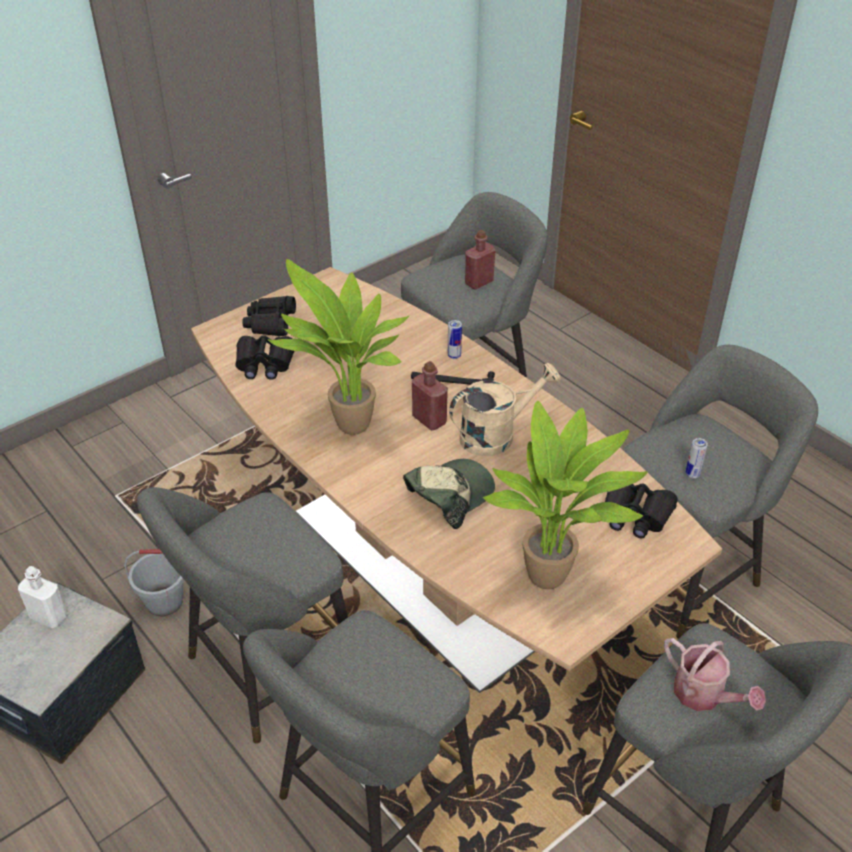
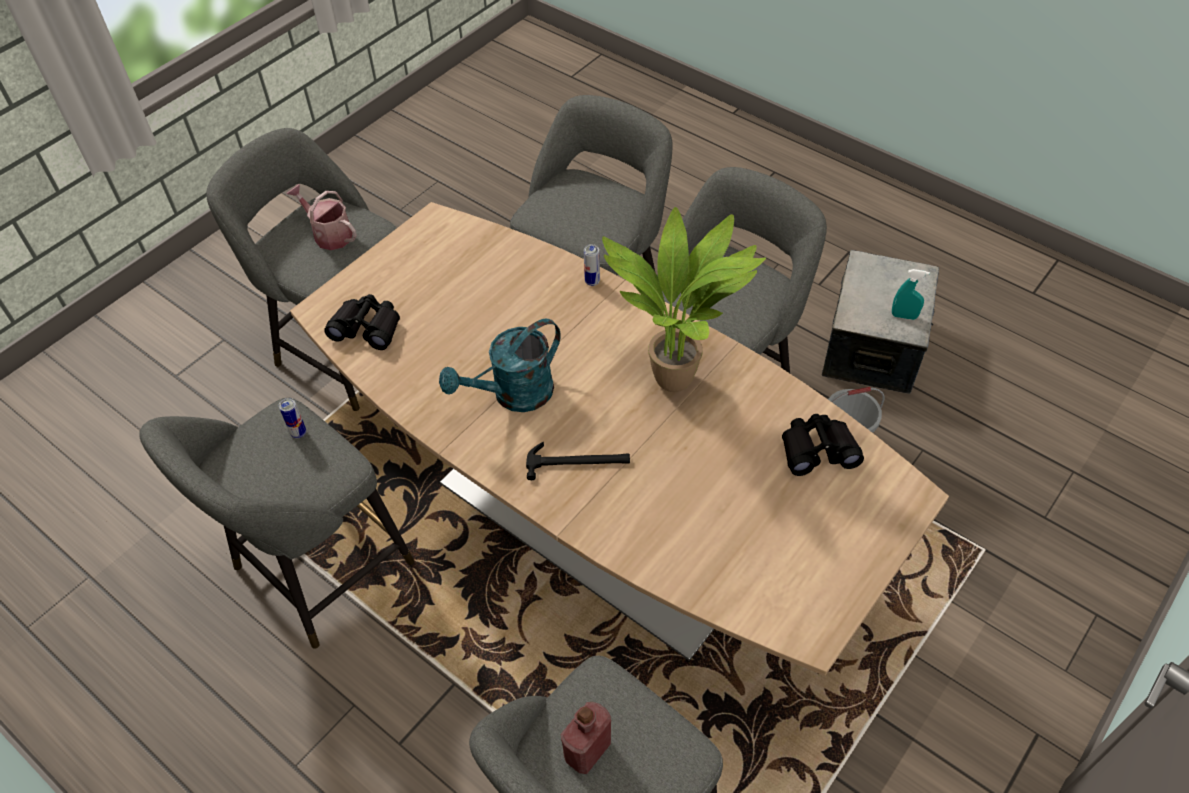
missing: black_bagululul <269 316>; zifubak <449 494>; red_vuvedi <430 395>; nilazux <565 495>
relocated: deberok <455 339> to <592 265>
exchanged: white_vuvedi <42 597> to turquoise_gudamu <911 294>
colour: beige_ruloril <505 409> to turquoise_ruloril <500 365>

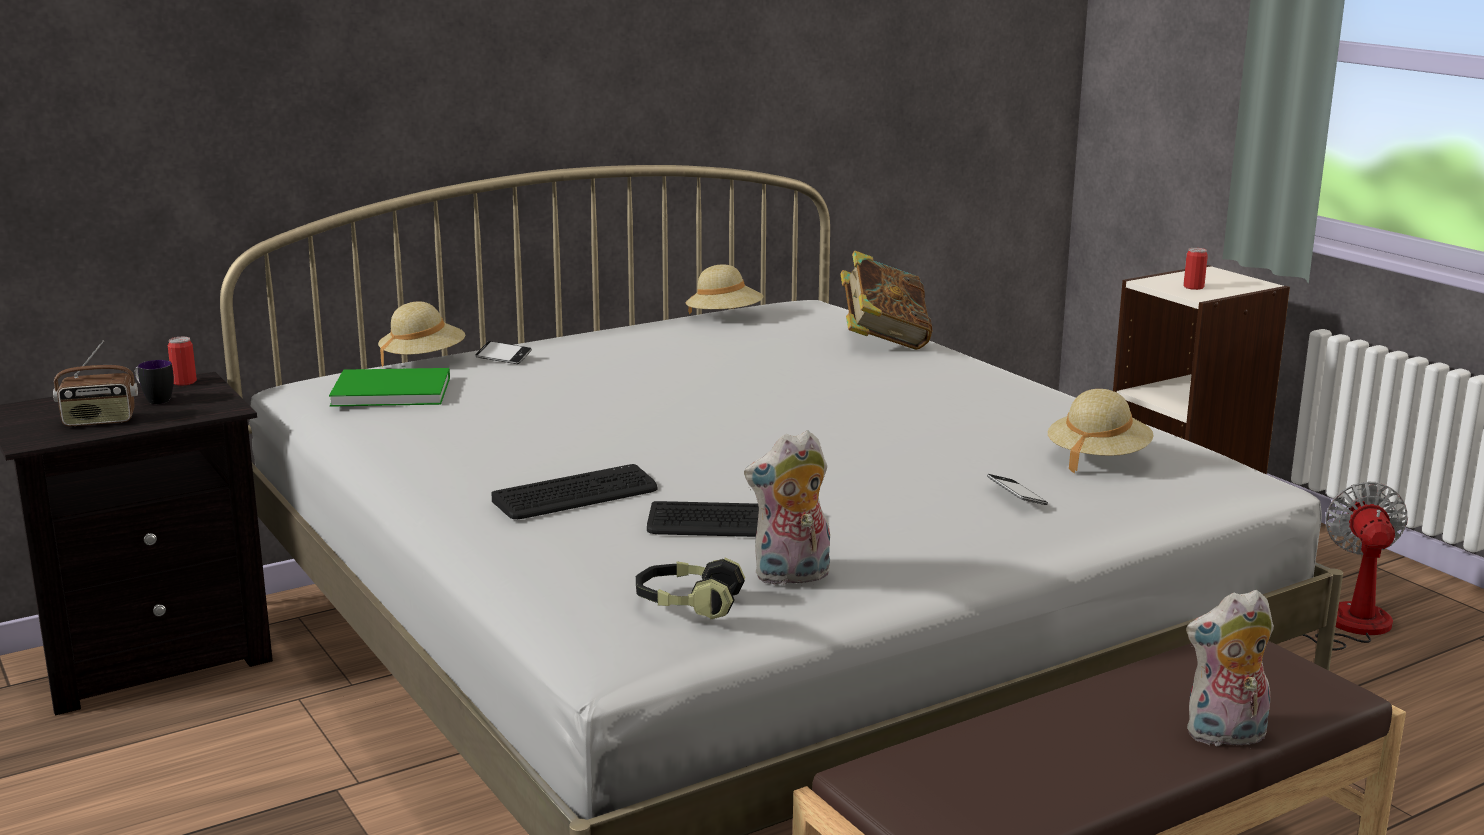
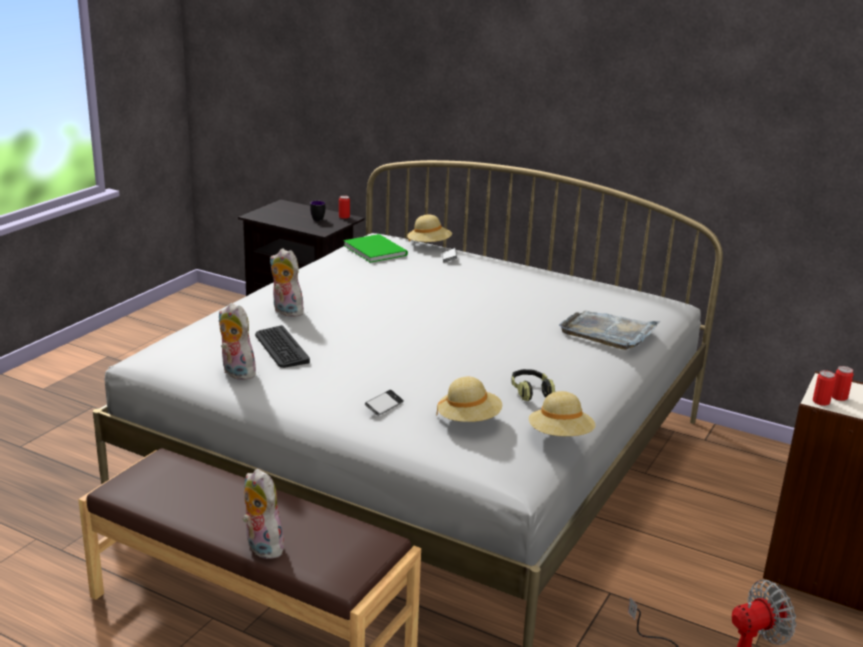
missing: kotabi <95 383>
appeared: deberok <824 388>
relocated: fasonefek <690 588> to <533 385>; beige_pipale <725 289> to <562 413>
exchanged: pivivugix <574 491> to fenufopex <287 282>; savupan <886 300> to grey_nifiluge <610 330>

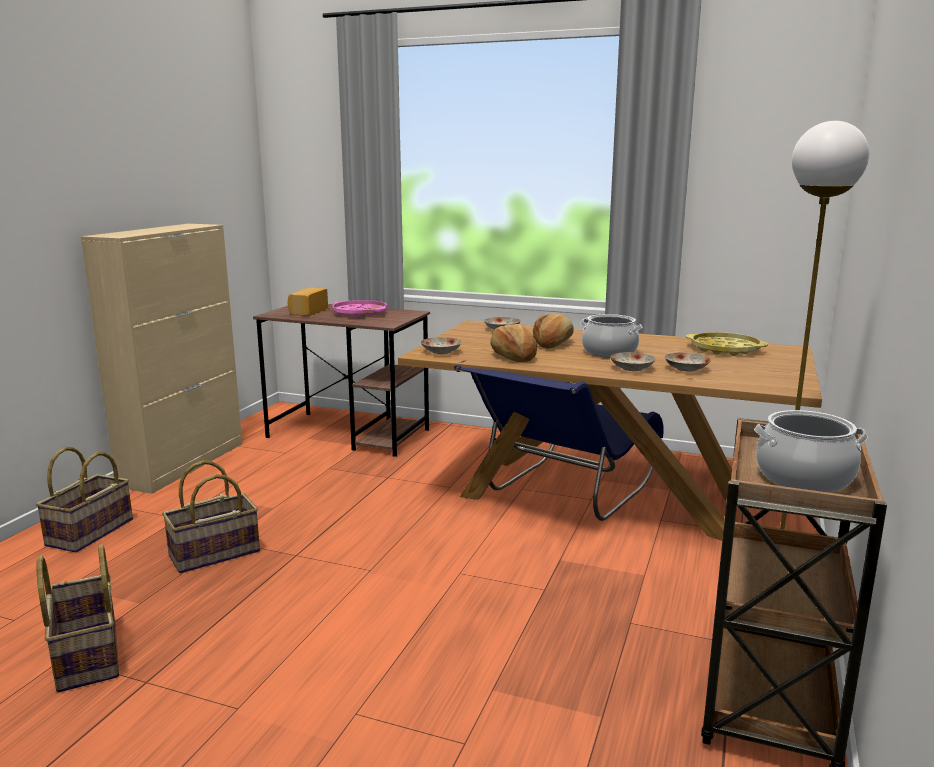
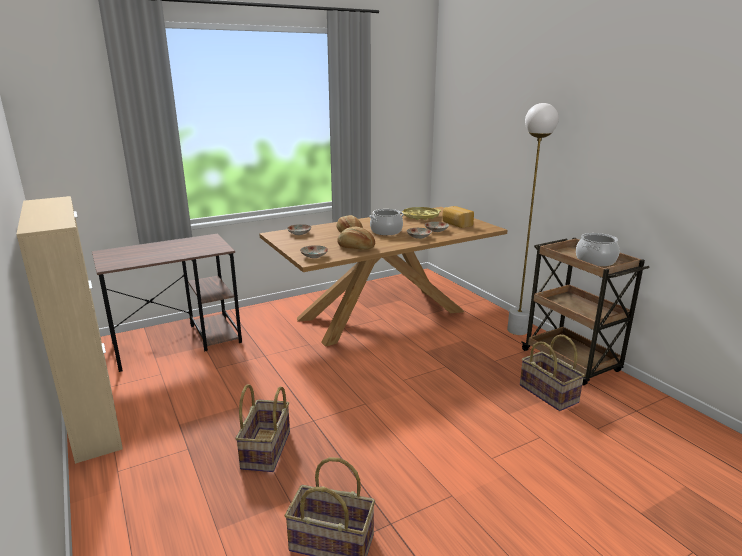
missing: pink_nifiluge <359 309>; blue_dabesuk <559 440>
relocated: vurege <308 301> to <458 217>; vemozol <84 499> to <552 373>

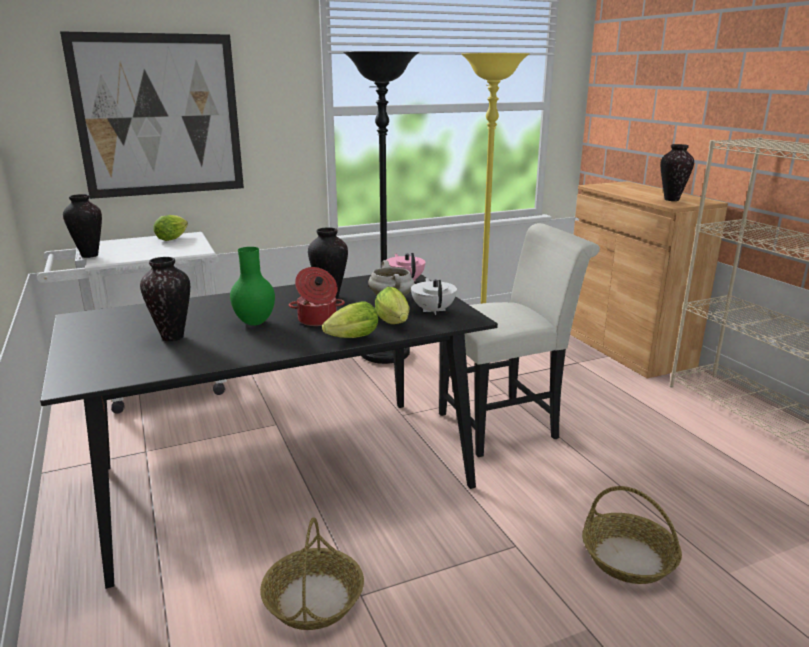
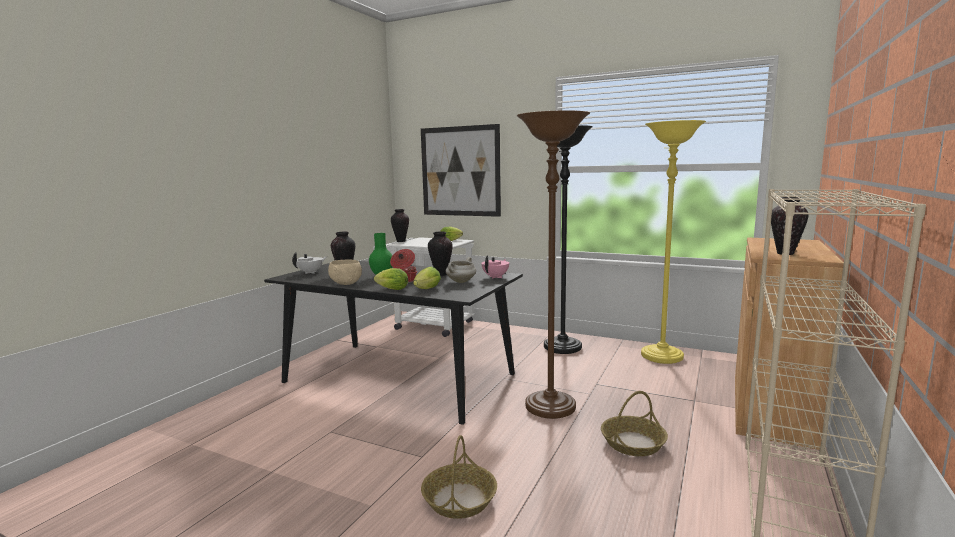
appeared: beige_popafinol <345 272>
relocated: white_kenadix <434 296> to <309 263>; vemozol <312 573> to <634 423>
exchanged: white_dabesuk <519 340> to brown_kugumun <553 264>

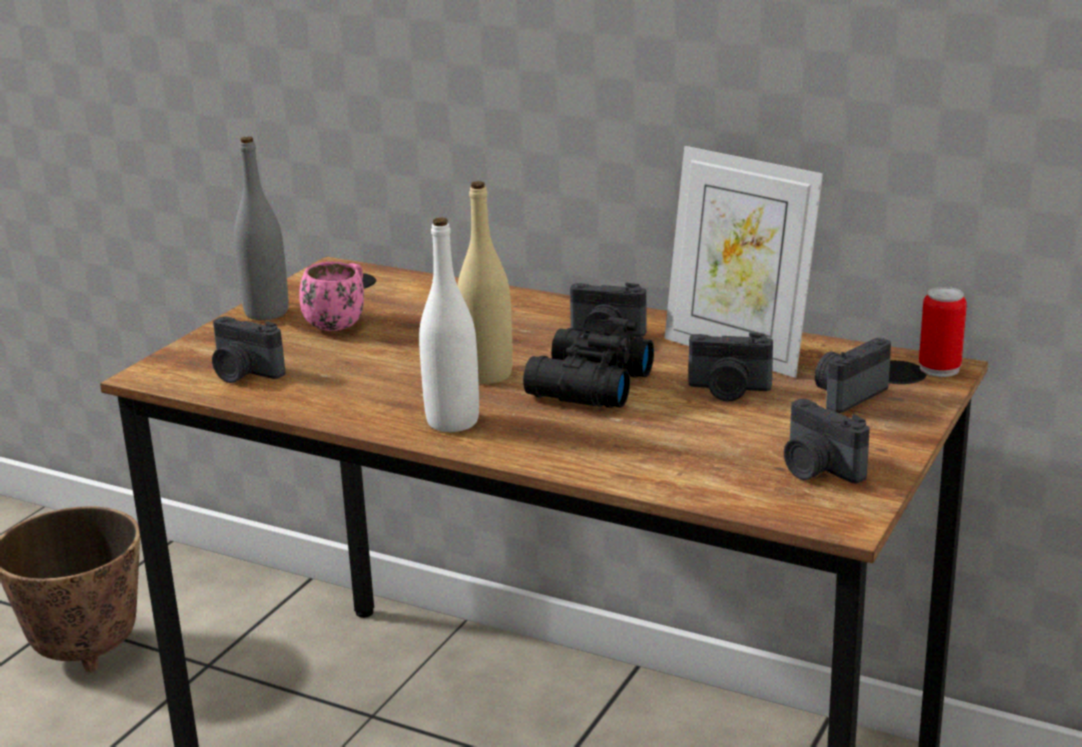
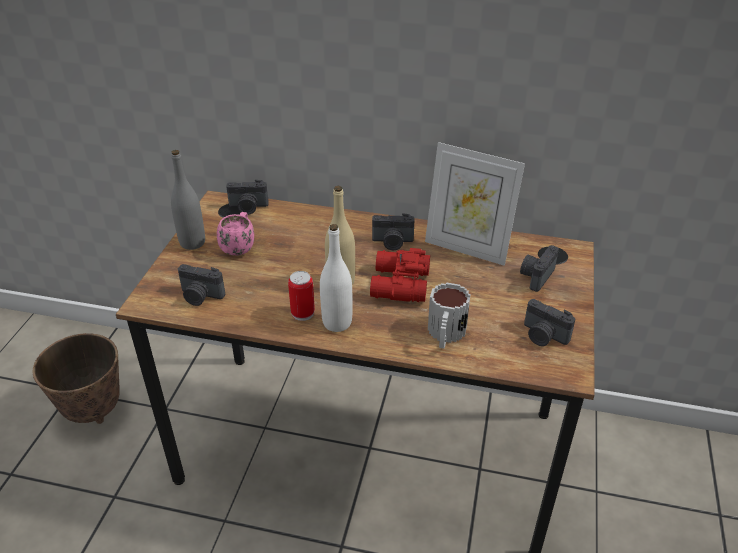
appeared: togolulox <449 315>
relocated: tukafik <730 367> to <247 197>; deberok <943 332> to <301 296>
colour: black_bagululul <588 362> to red_bagululul <400 275>

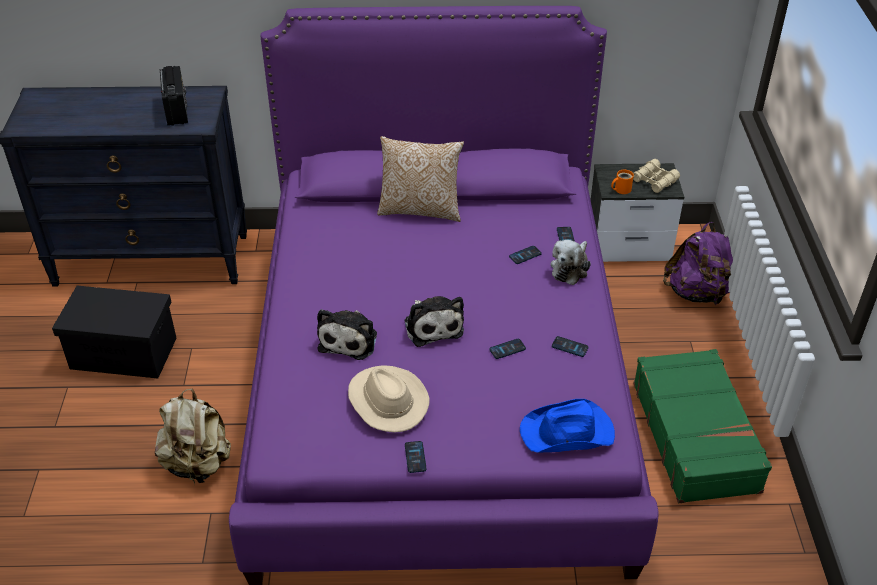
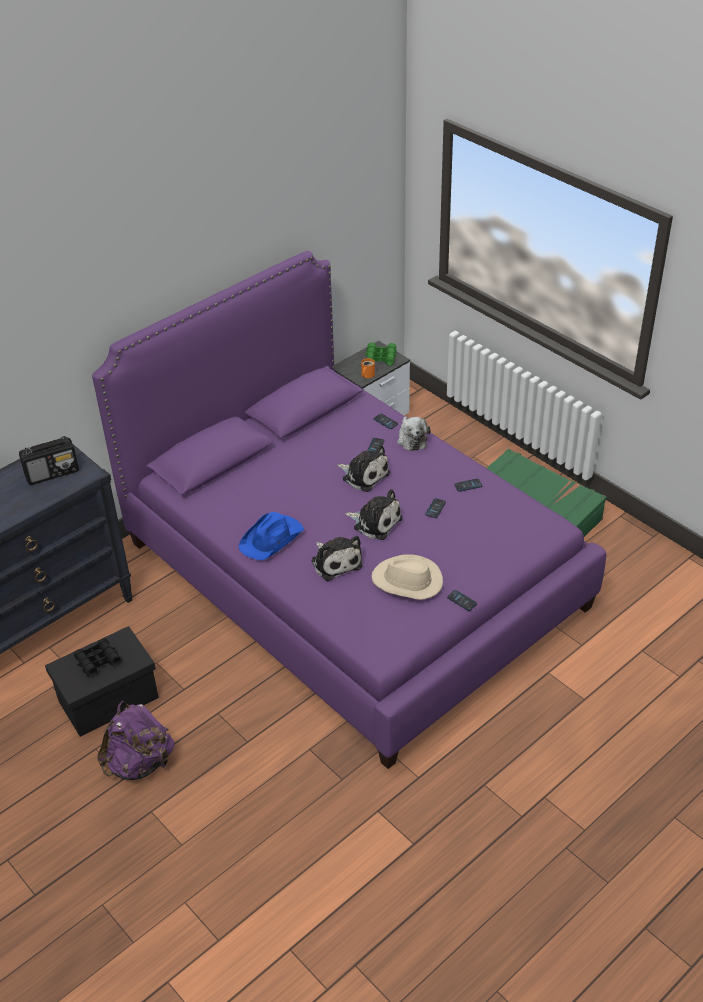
missing: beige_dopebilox <193 437>; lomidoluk <420 179>
appeared: black_bagululul <97 657>; fenufopex <363 468>
relocated: purple_dopebilox <698 264> to <135 740>; blue_pipale <567 426> to <271 536>
colour: beige_bagululul <656 176> to green_bagululul <380 354>
spun: kotabi <174 96> = <49 461> 120 degrees clockwise

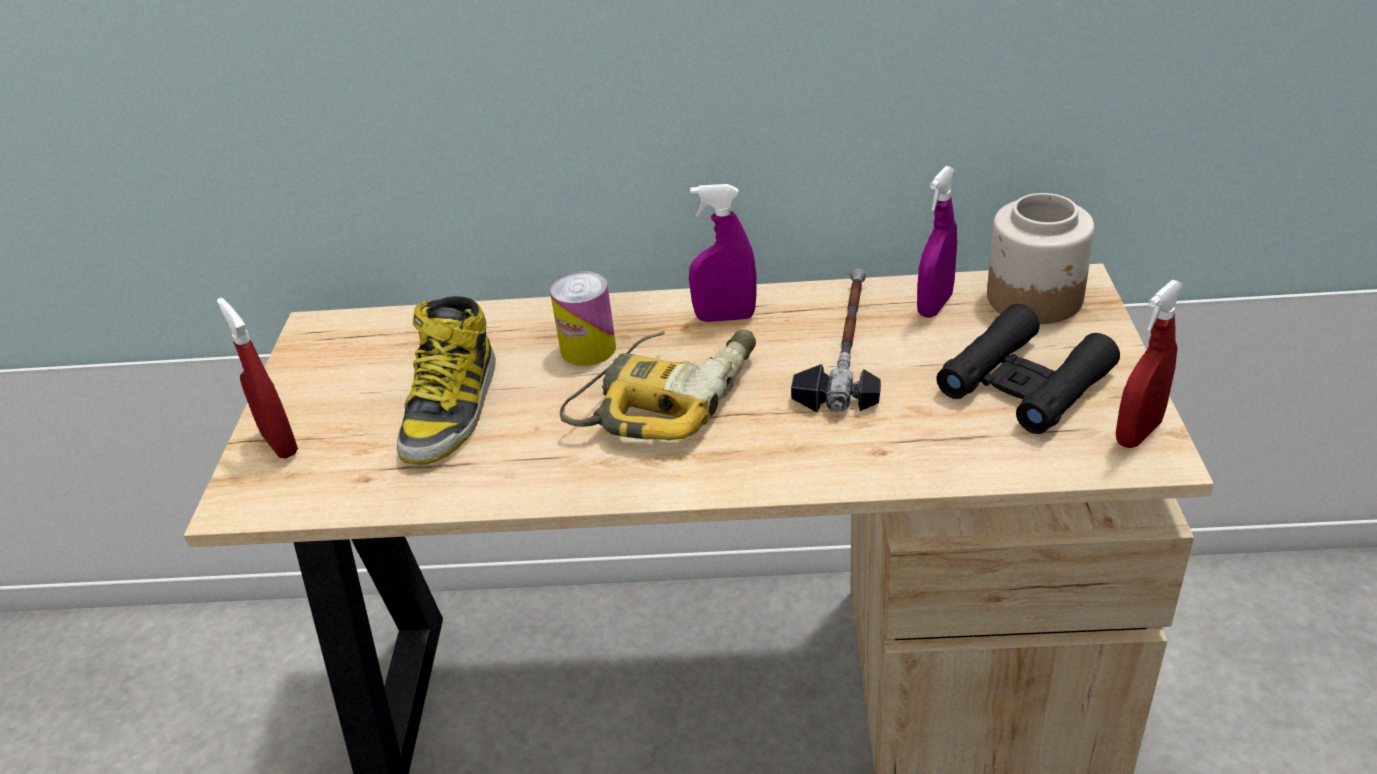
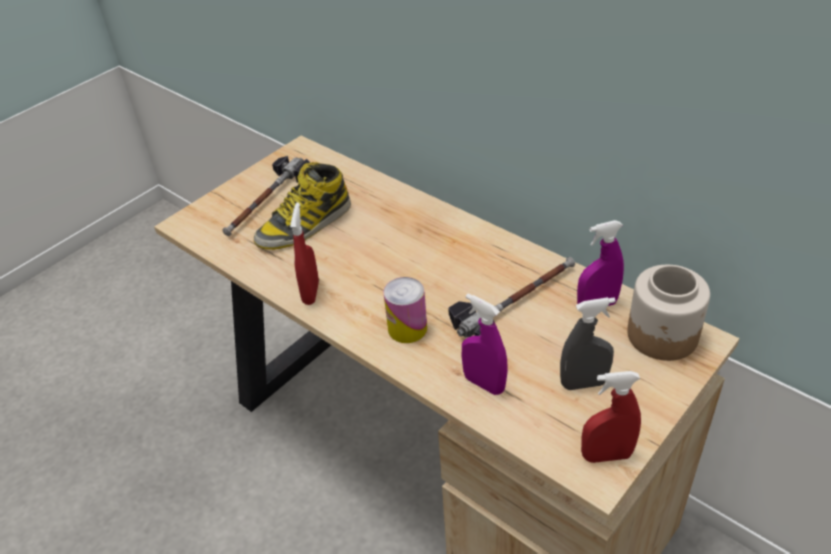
missing: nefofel <658 385>
appeared: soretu <266 196>
relocated: red_gudamu <257 378> to <304 254>; deberok <583 318> to <405 310>; purple_gudamu <723 253> to <485 344>
exchanged: black_bagululul <1028 369> to grey_gudamu <588 343>

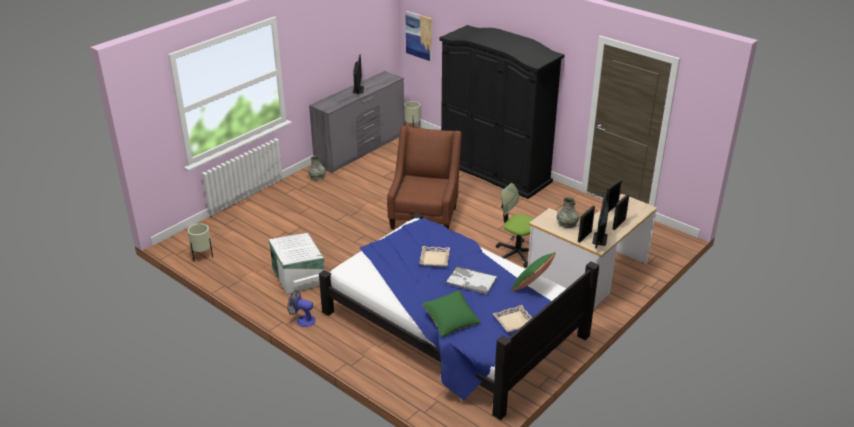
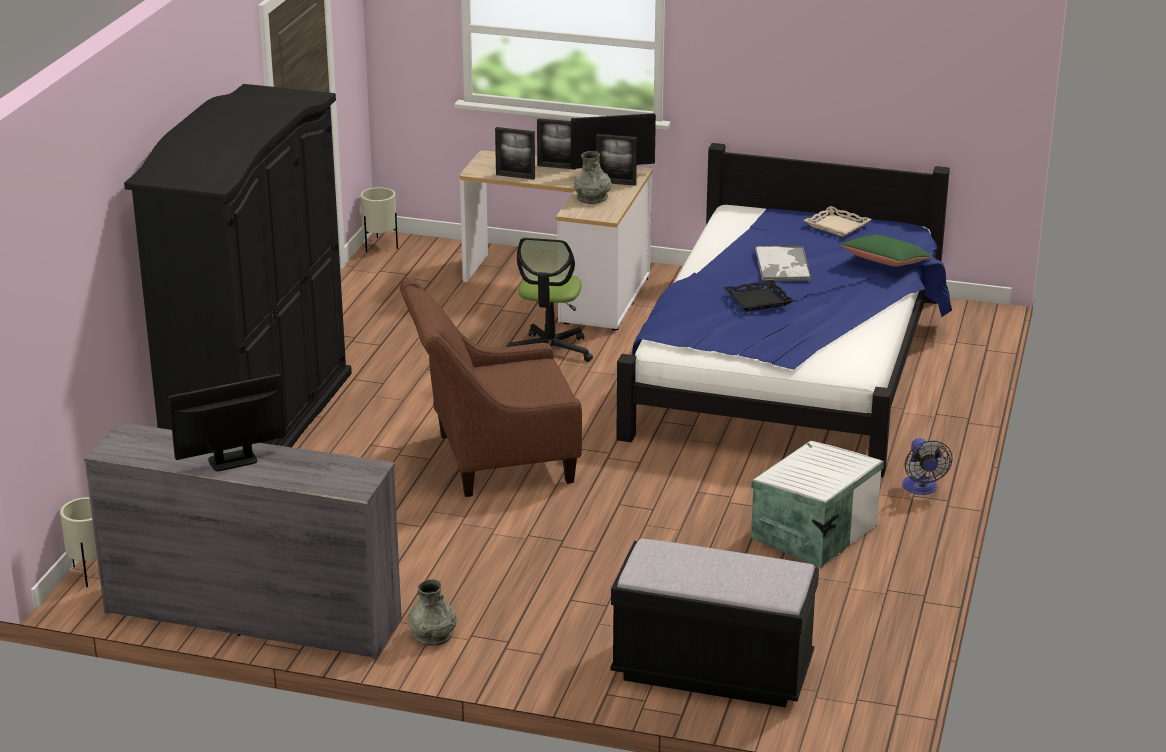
missing: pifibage <419 36>; green_lomidoluk <533 271>
appeared: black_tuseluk <714 623>
relocated: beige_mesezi <200 242> to <379 219>
colour: beige_nifiluge <434 256> to black_nifiluge <759 296>

